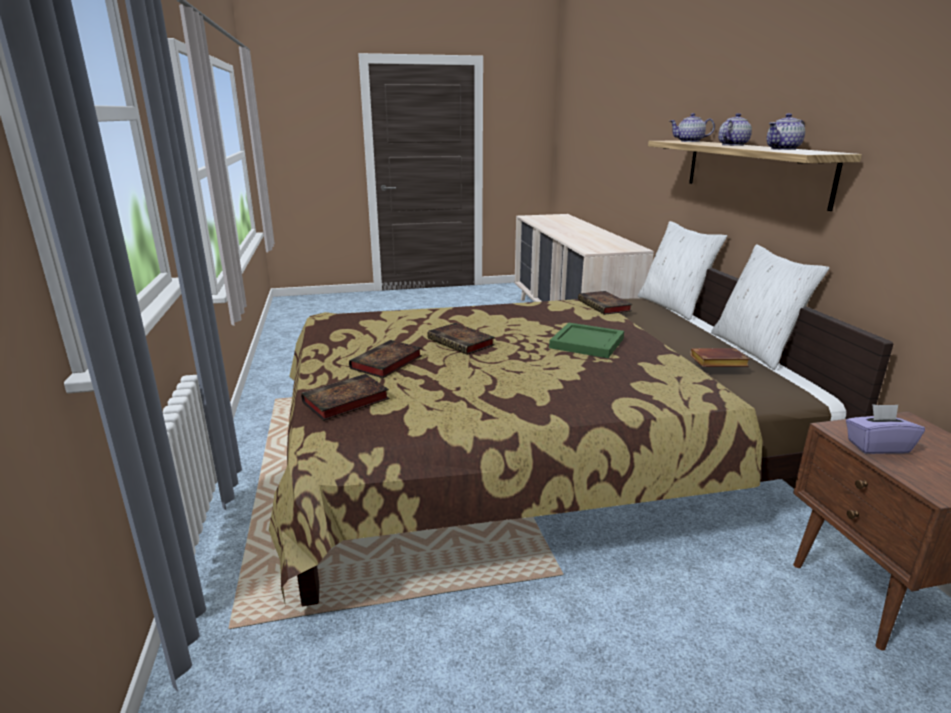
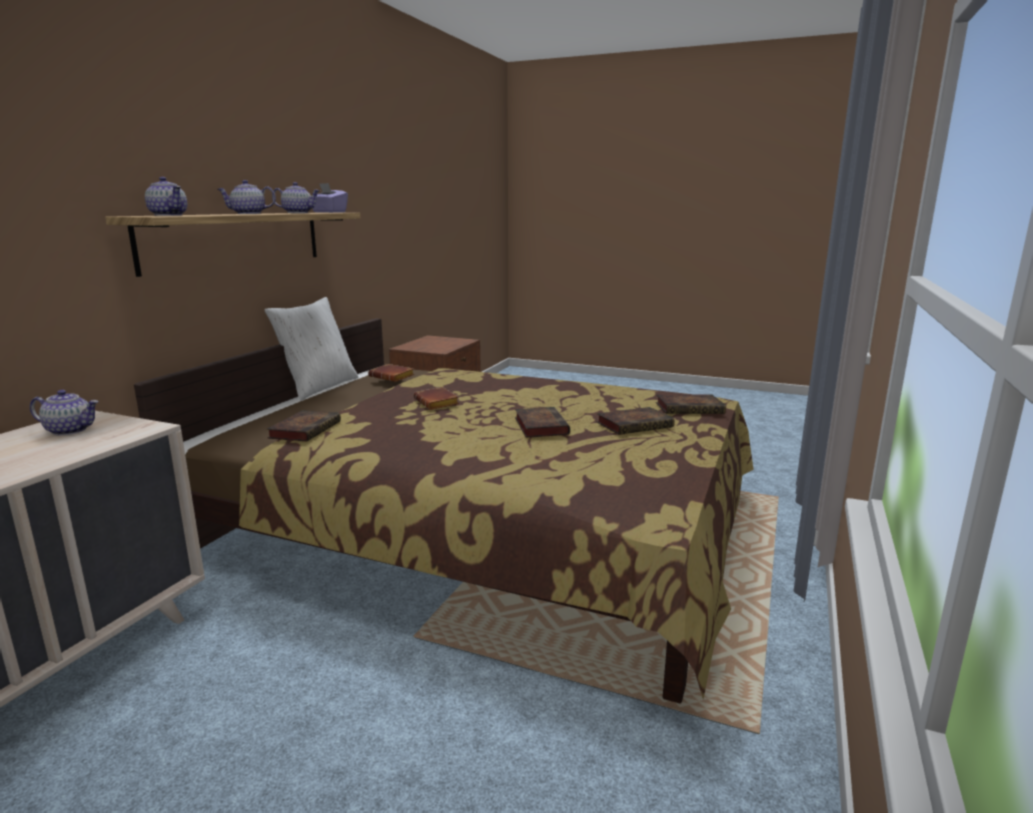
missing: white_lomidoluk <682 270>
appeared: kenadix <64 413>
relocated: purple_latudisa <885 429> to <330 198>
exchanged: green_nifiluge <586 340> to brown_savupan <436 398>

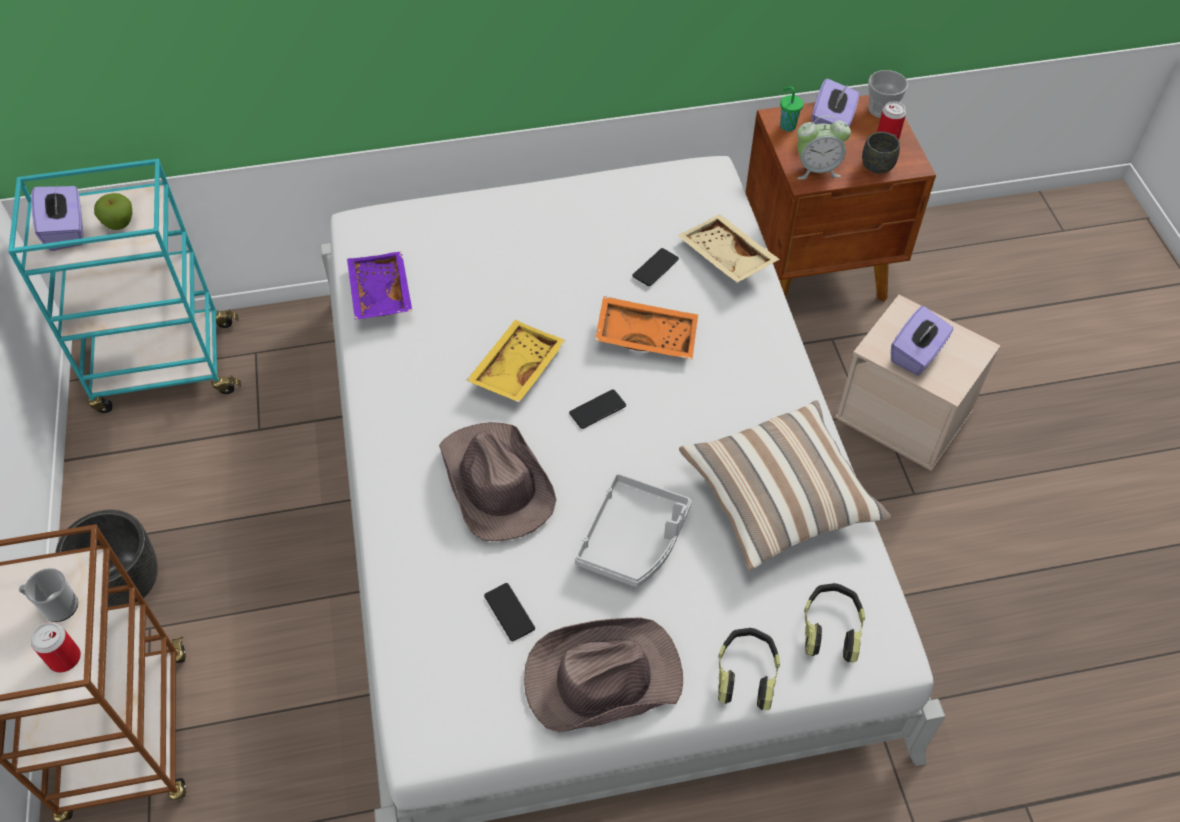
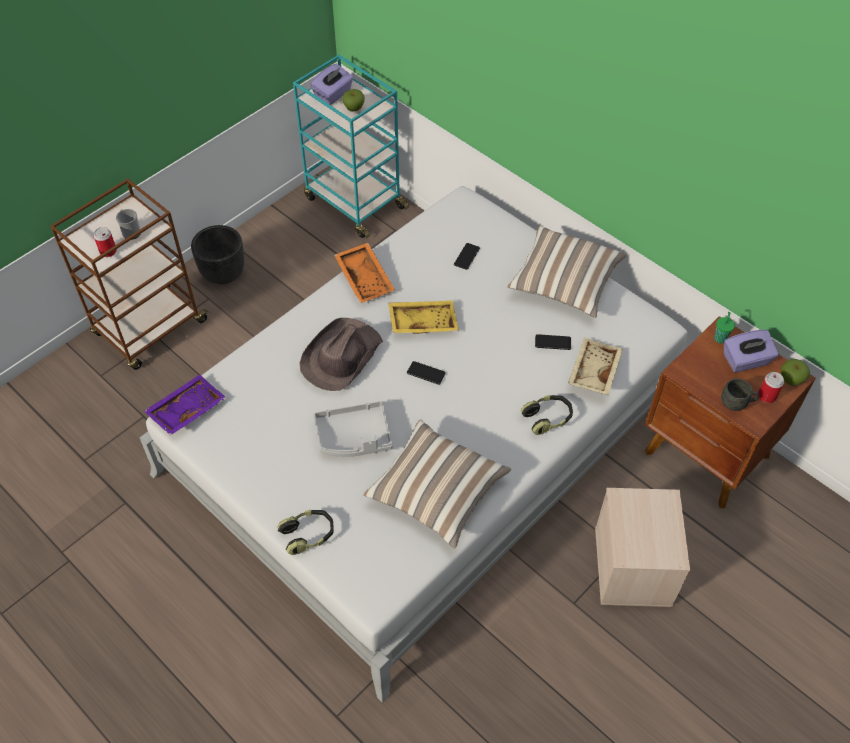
missing: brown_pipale <603 675>; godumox <824 147>; purple_latudisa <922 340>
appeared: lomidoluk <567 272>
relocated: purple_nifiluge <379 285> to <185 405>; orange_nifiluge <646 328> to <364 273>; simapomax <509 612> to <467 256>; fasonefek <834 622> to <547 415>
exchanged: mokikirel <888 94> to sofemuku <795 372>

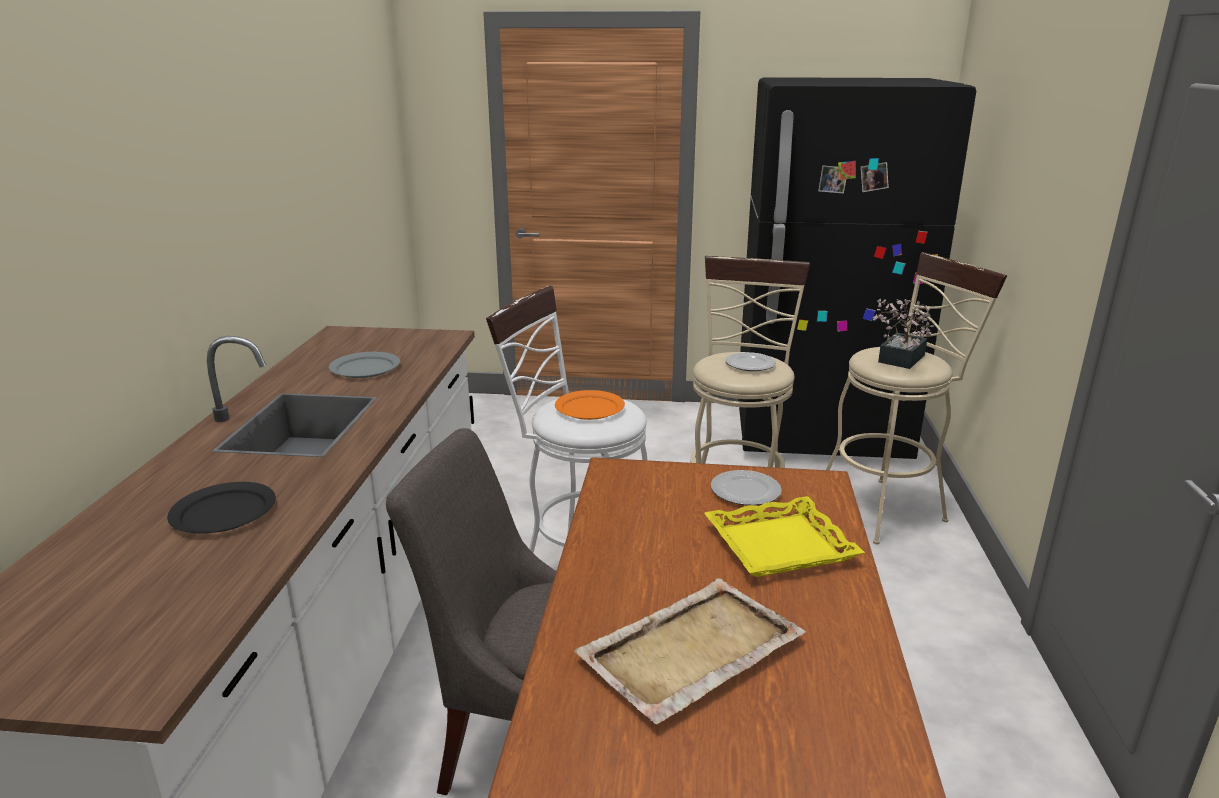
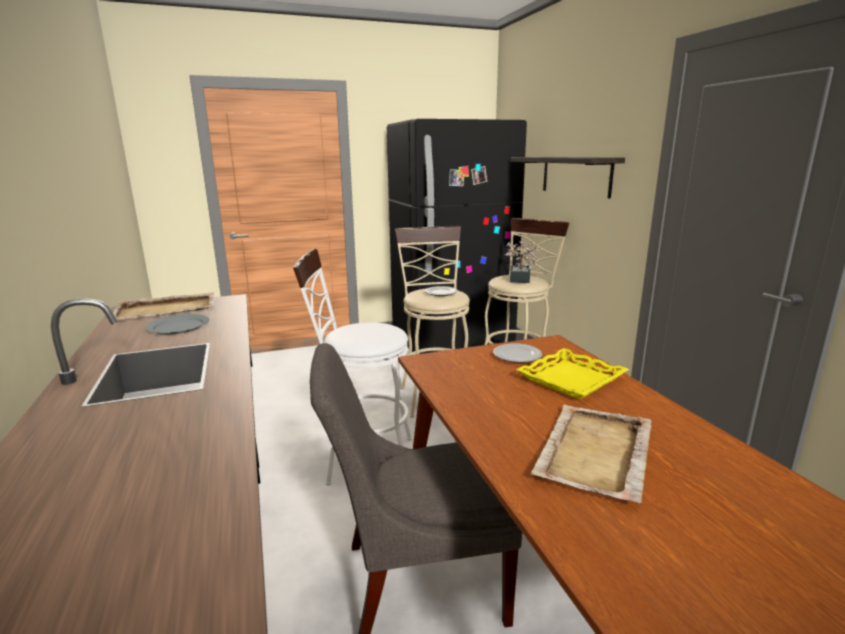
missing: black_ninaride <221 507>; orange_ninaride <590 405>
appeared: beige_nifiluge <163 305>; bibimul <568 177>

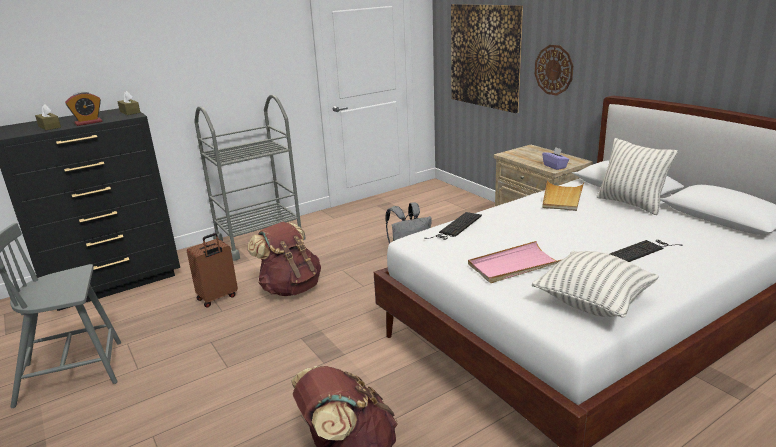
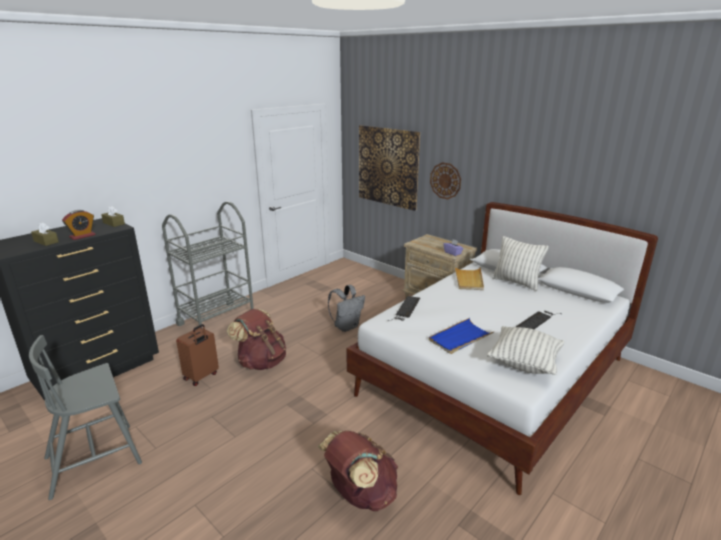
colour: pink_nifiluge <514 262> to blue_nifiluge <462 336>

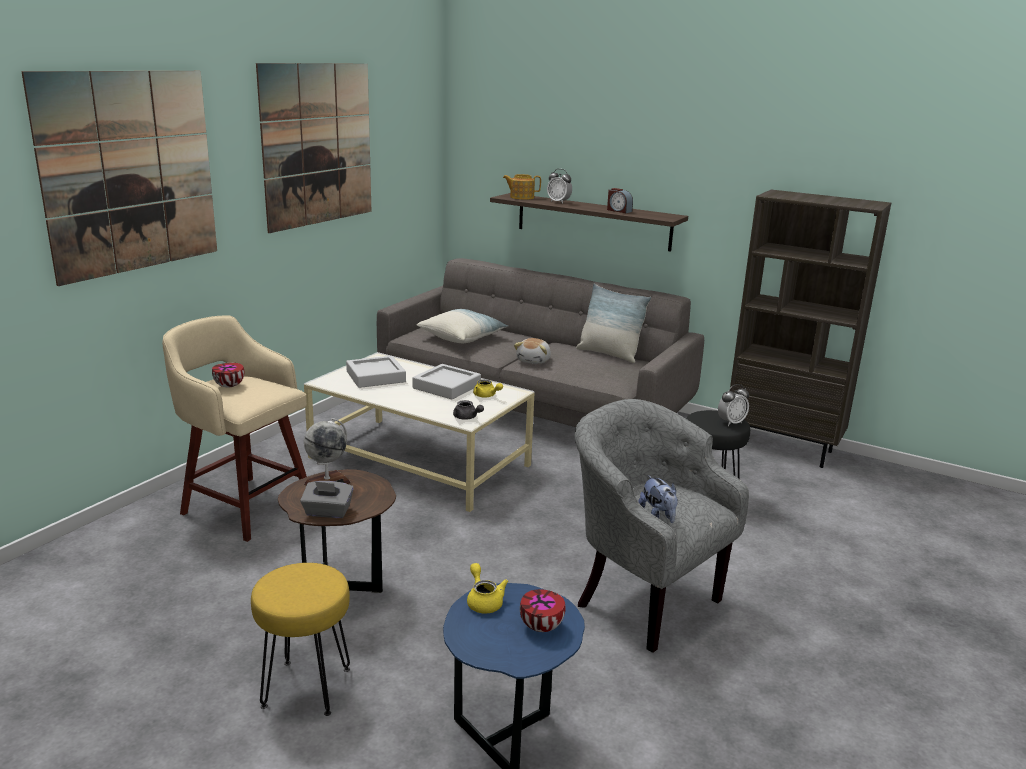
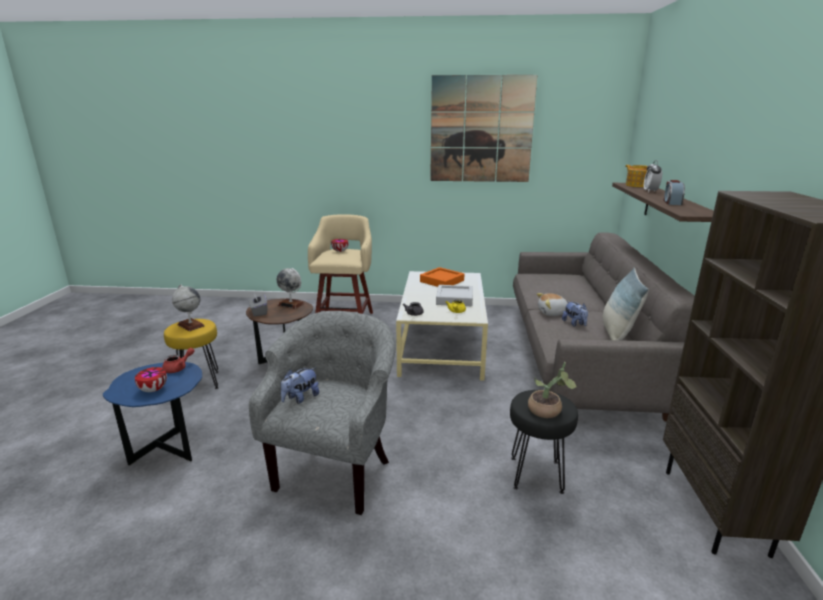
missing: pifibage <119 178>; lomidoluk <462 326>
appeared: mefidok <188 308>; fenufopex <575 314>
exchanged: godumox <733 405> to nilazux <552 390>
colour: yellow_kenadix <487 588> to red_kenadix <178 360>; grey_nifiluge <376 372> to orange_nifiluge <442 277>

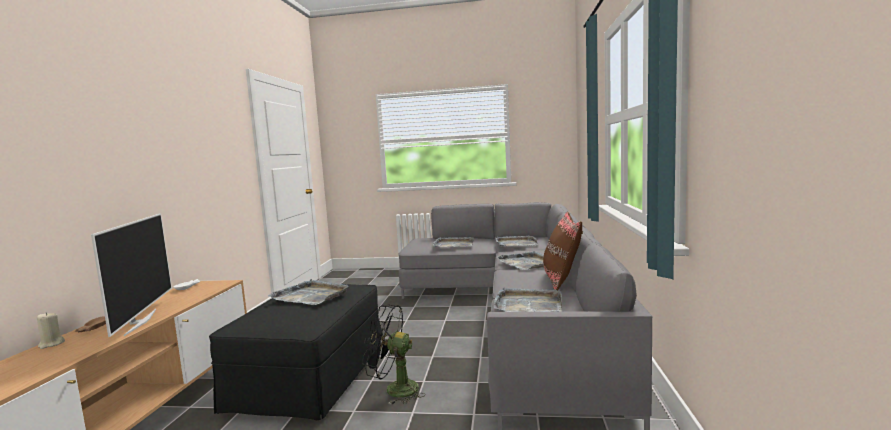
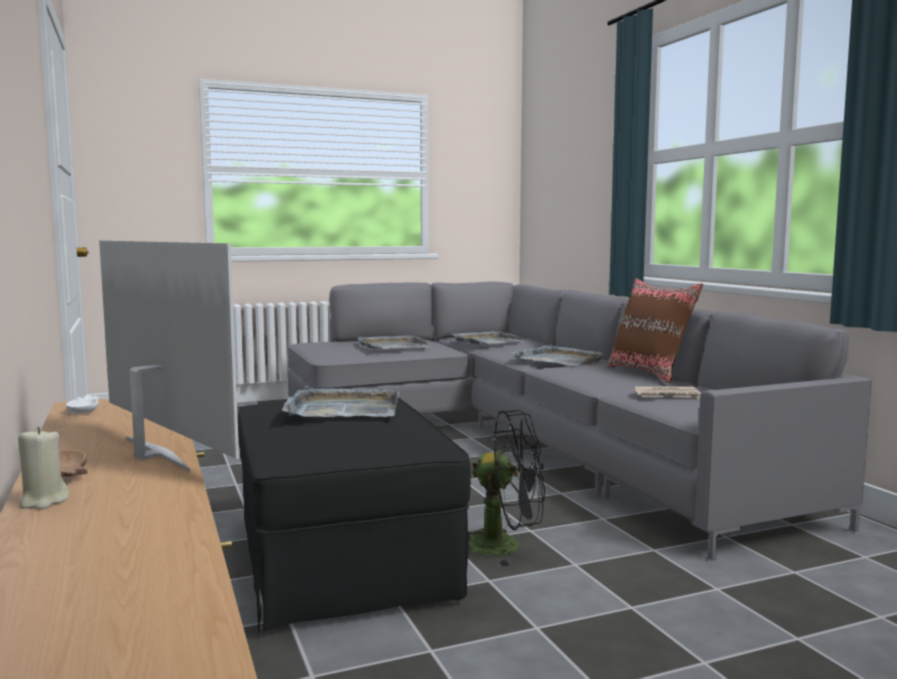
exchanged: grey_nifiluge <528 299> to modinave <667 392>
spun: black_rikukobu <394 354> = <506 488> 150 degrees counterclockwise

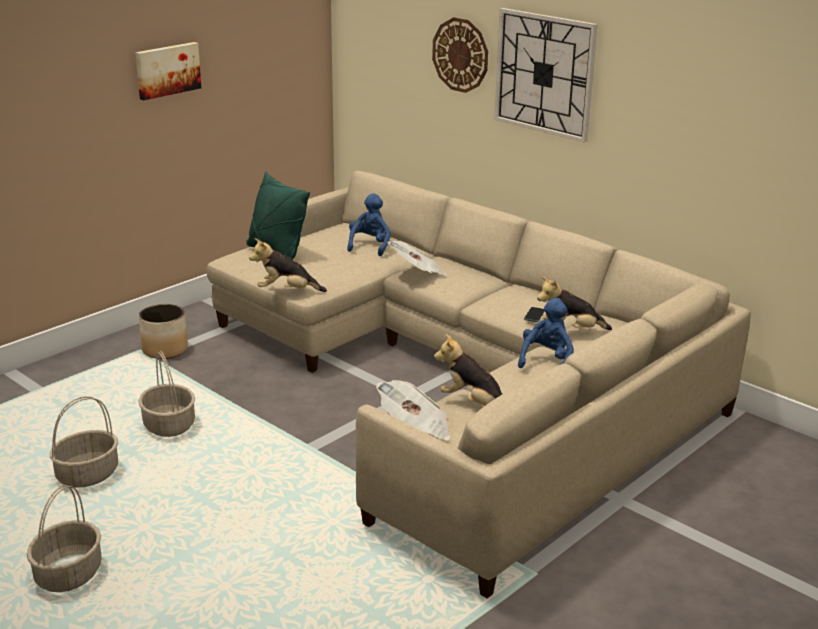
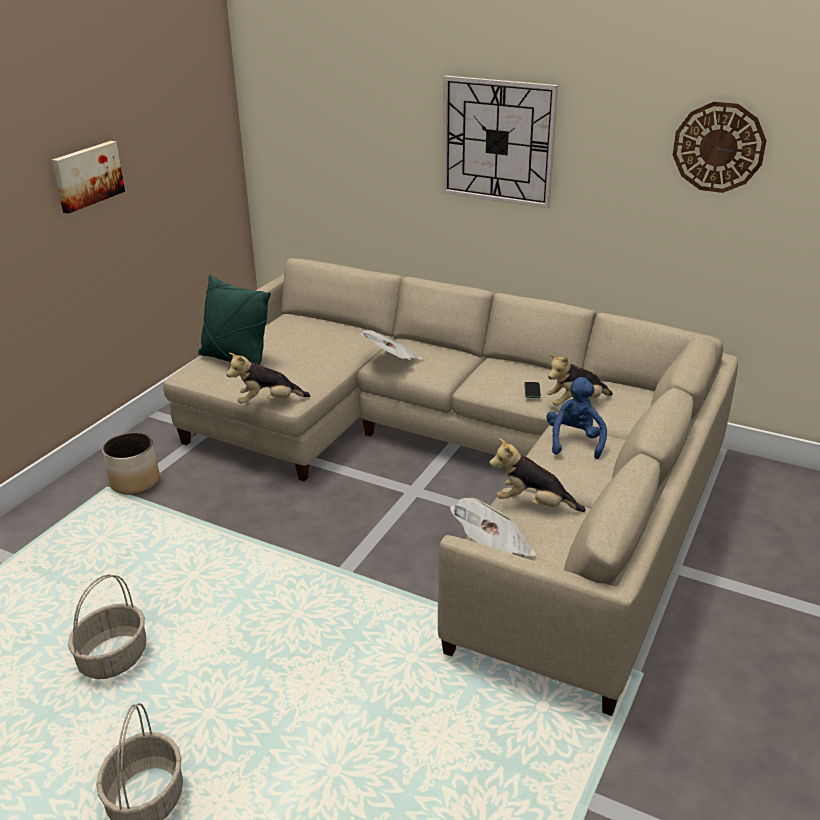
missing: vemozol <166 394>; blue_fenufopex <369 224>
relocated: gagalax <460 55> to <720 147>

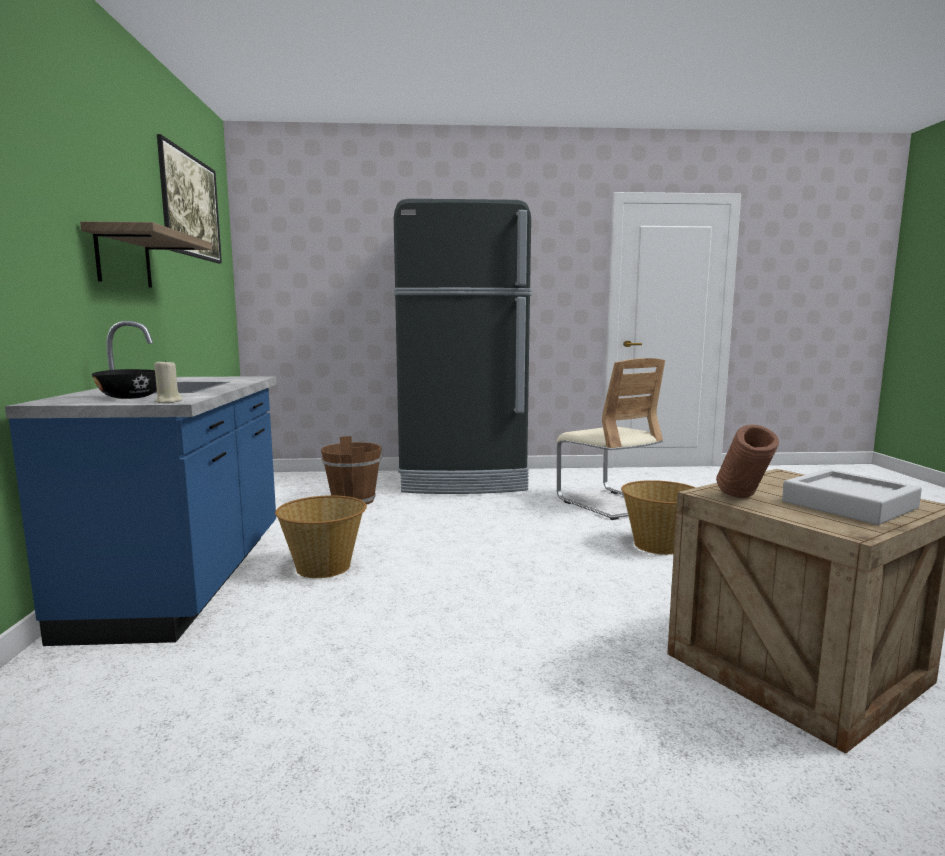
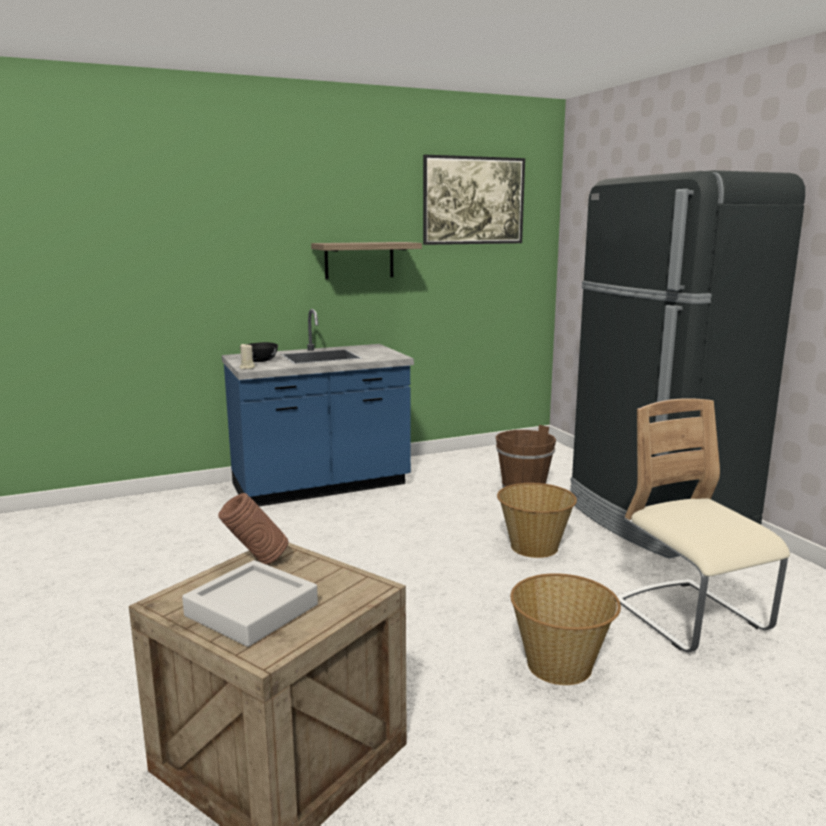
relocated: vemozol <321 536> to <537 520>
spun: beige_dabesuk <611 439> = <702 525> 120 degrees clockwise

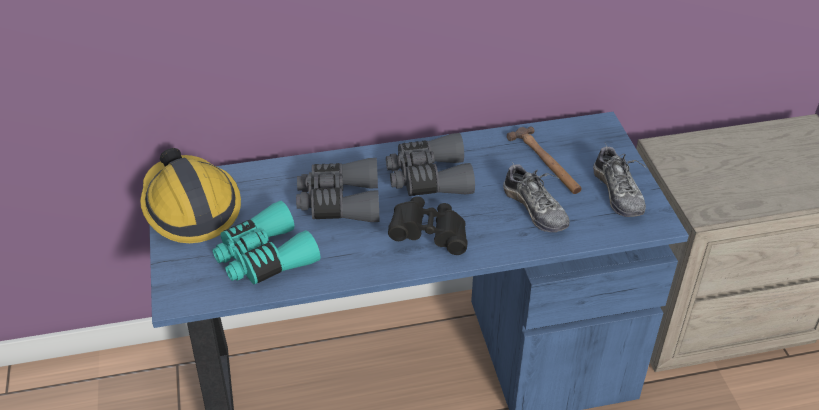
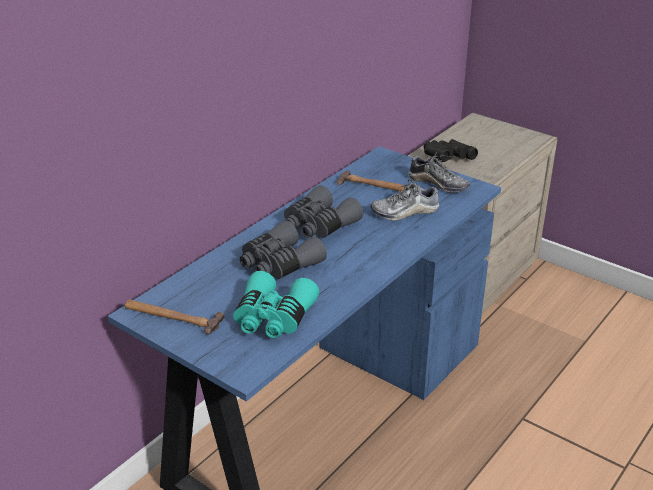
relocated: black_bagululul <428 225> to <451 150>
exchanged: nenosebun <190 195> to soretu <174 317>
spun: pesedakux <536 196> = <404 199> 150 degrees clockwise

